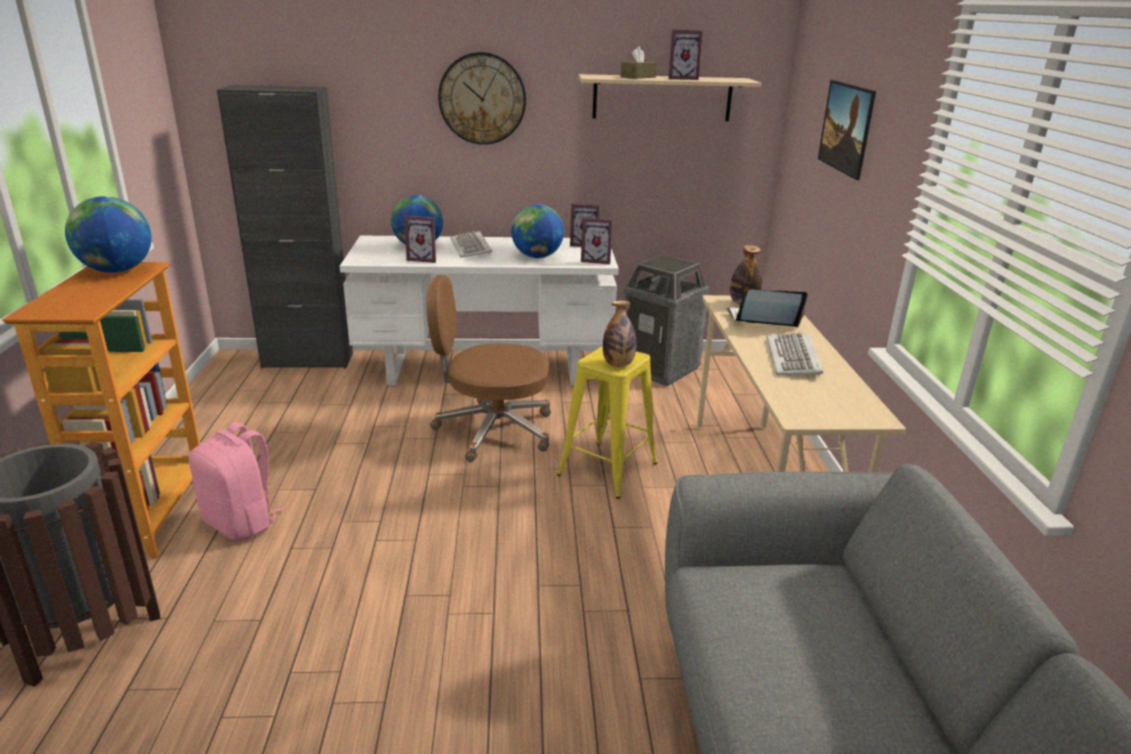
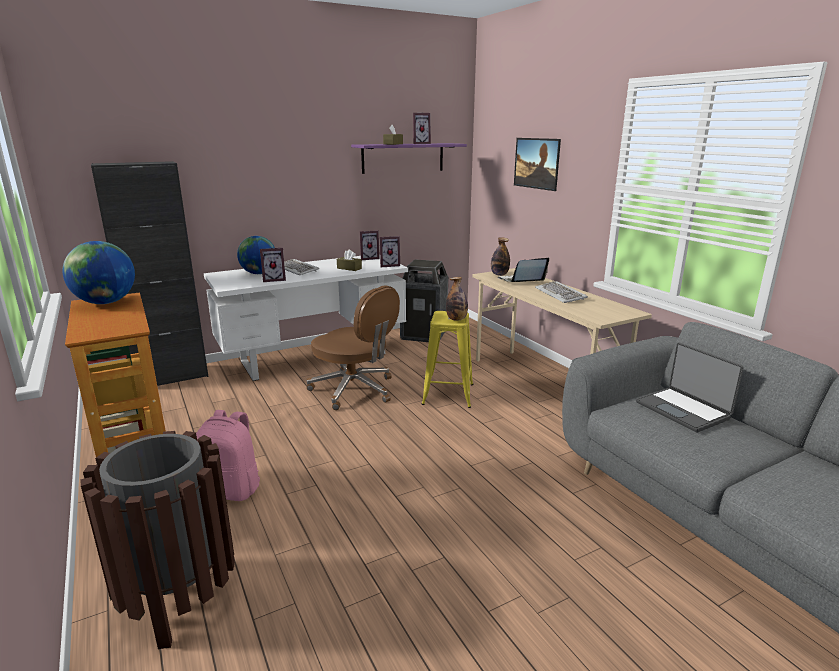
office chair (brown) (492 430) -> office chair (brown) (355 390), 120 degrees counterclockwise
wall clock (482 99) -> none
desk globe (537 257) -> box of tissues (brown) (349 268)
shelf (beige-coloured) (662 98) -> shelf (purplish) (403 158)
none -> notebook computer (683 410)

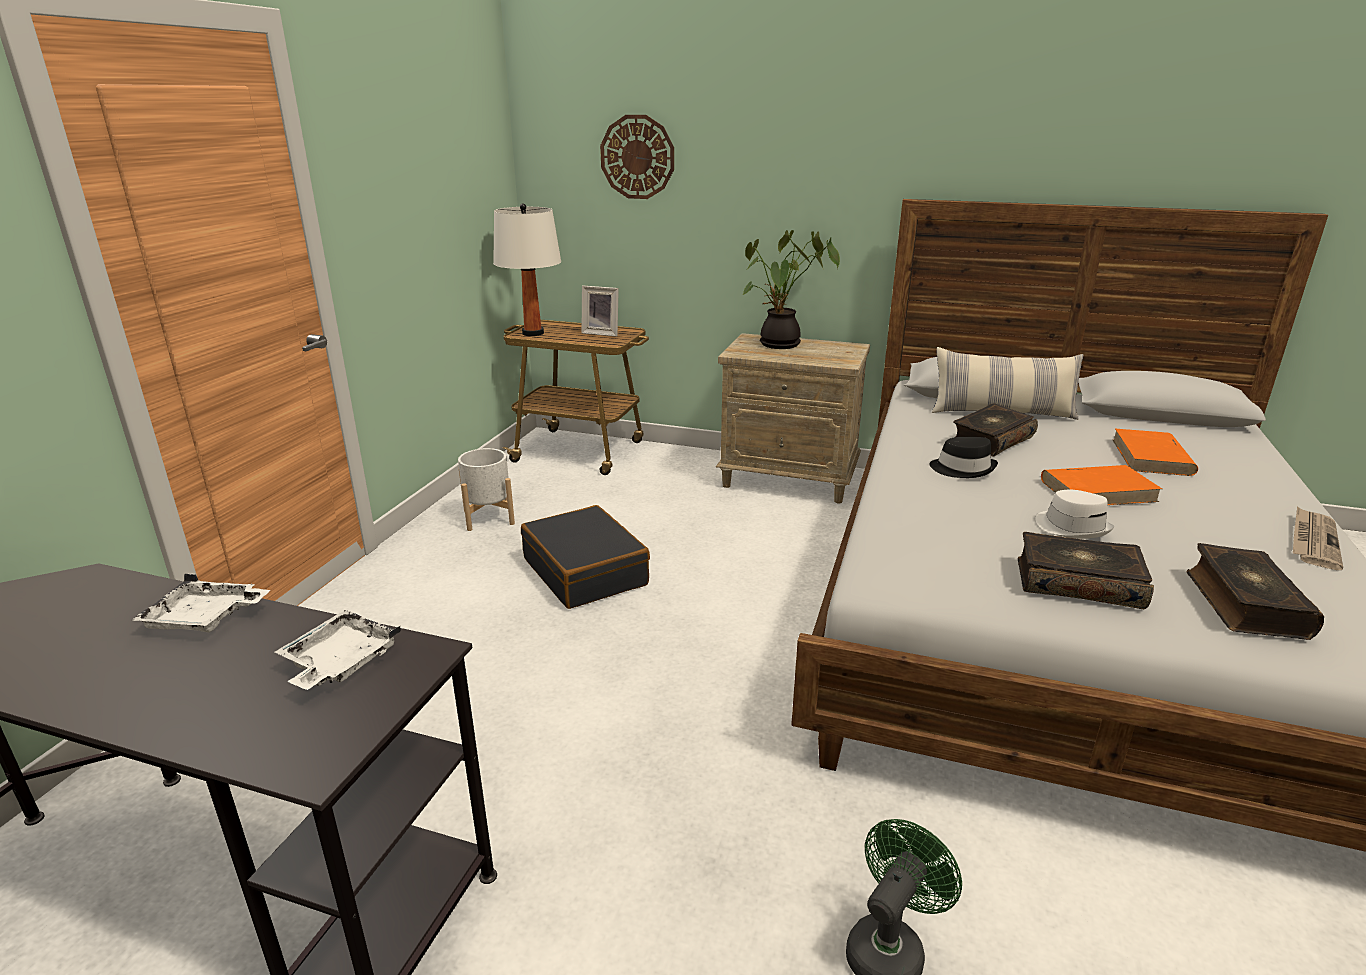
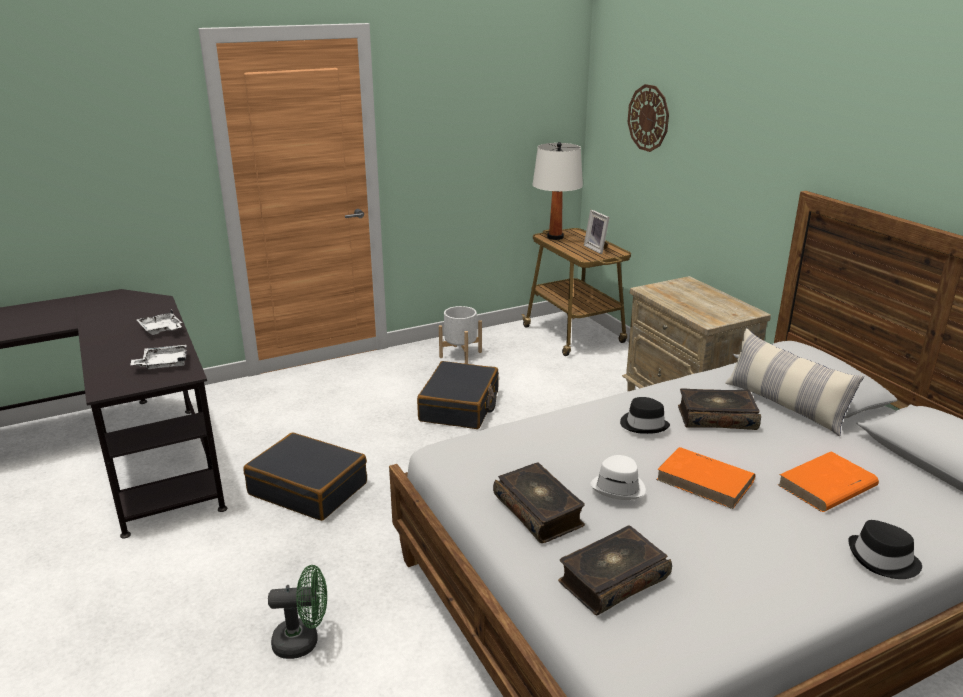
houseplant (780 345) -> none
newspaper (1313 541) -> none
none -> travel case (blackish) (308 488)
none -> hat (blackish) (883 560)

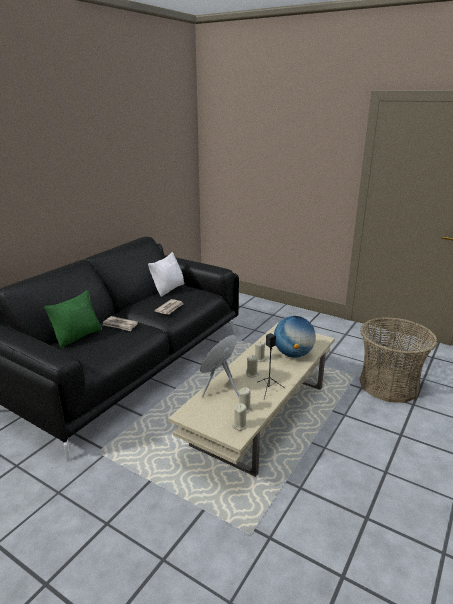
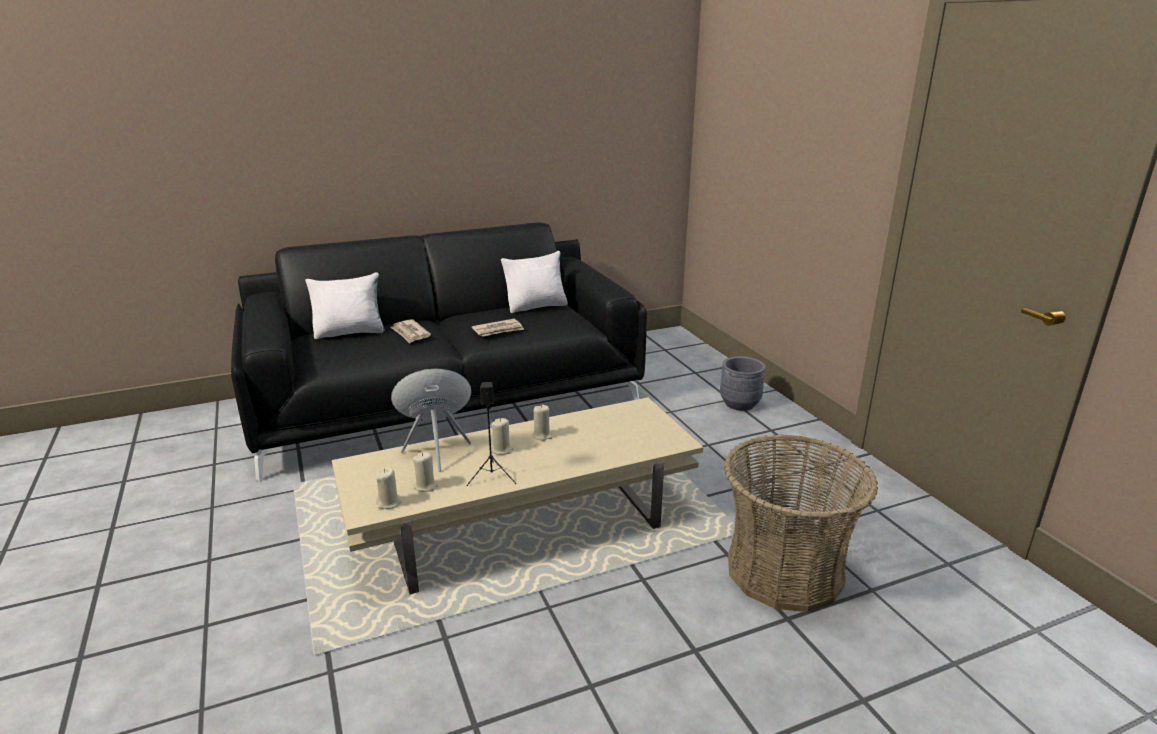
pillow (green) (78 336) -> pillow (white-coloured) (350 332)
desk globe (293 354) -> none
none -> plant pot (greyish) (739 404)

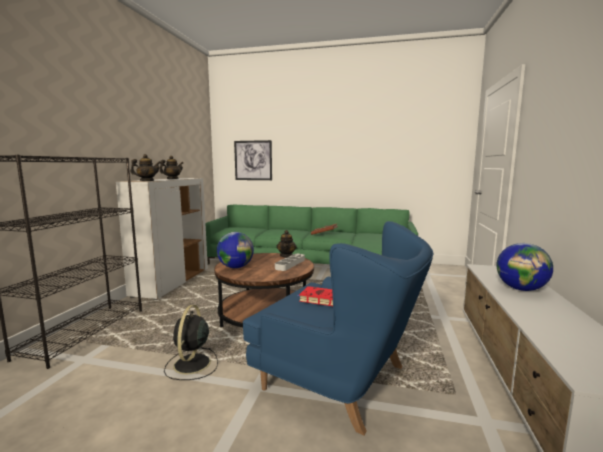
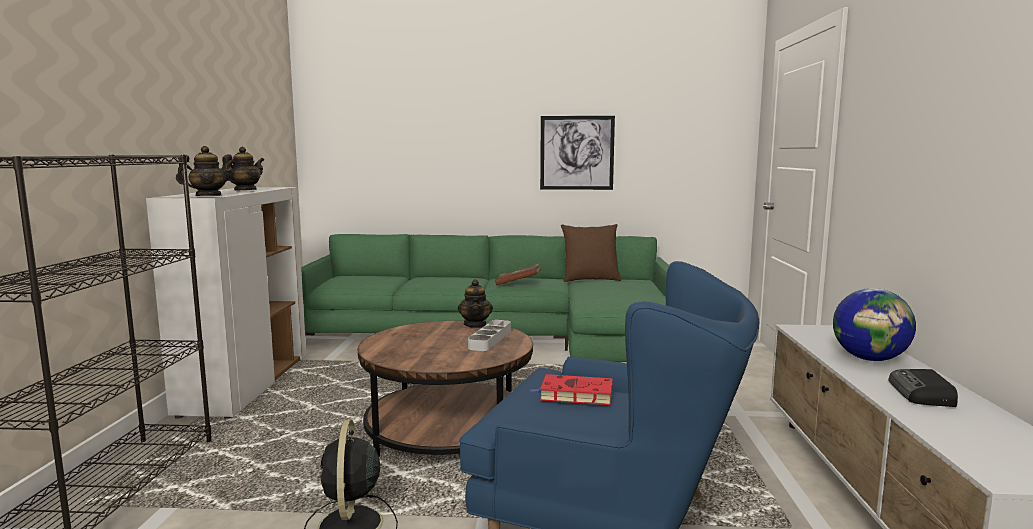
desk globe (236 267) -> none
wall picture (253 160) -> wall picture (577 153), moved
none -> pillow (brown) (590 279)
none -> radio (922 394)

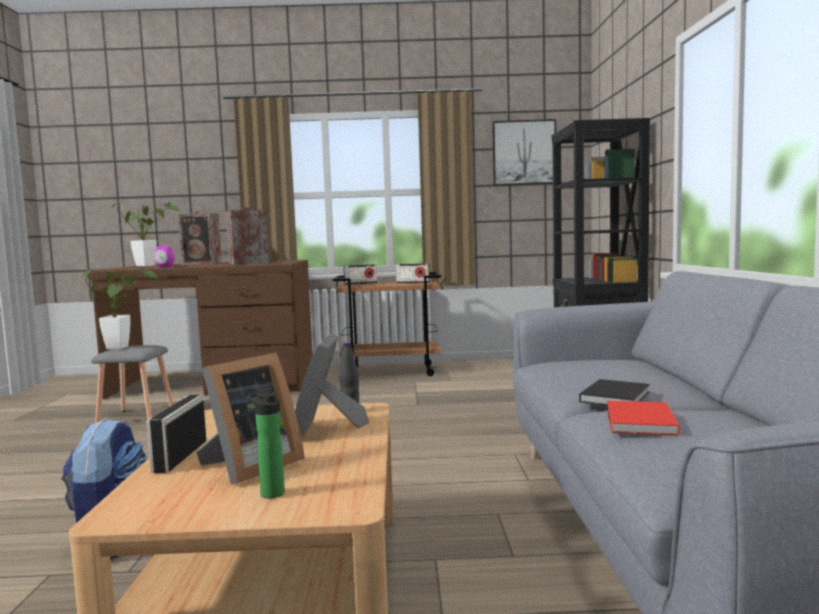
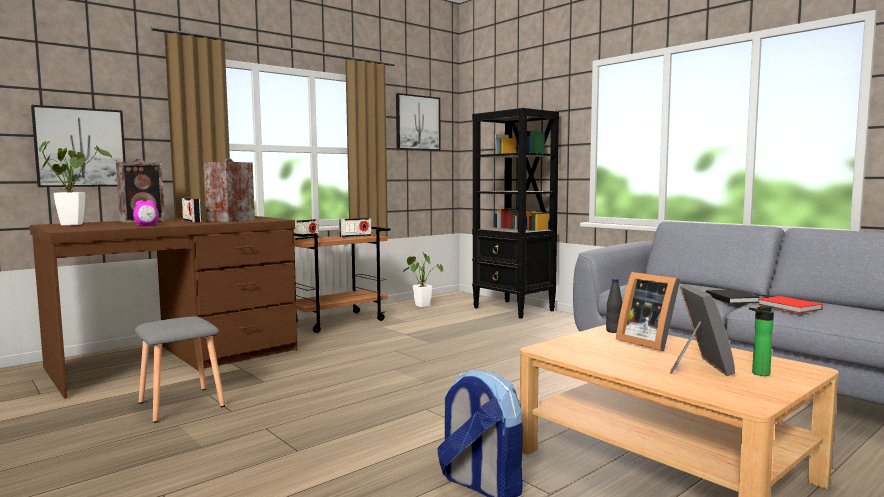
houseplant (120 347) -> houseplant (420 305), moved
radio (180 456) -> radio (191 221), moved
none -> wall picture (80 147)

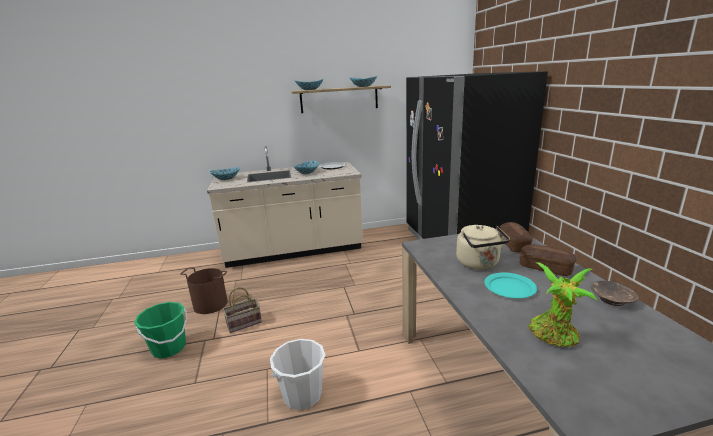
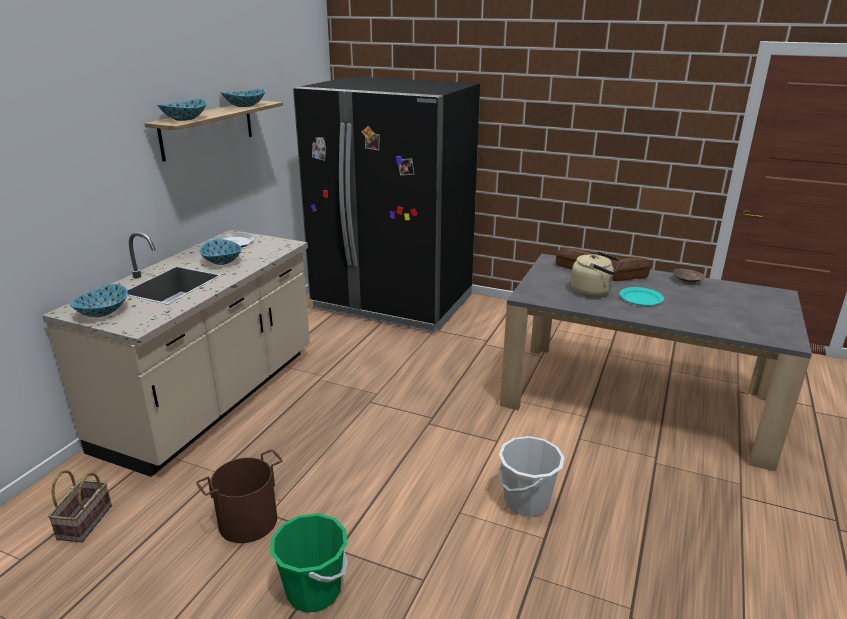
basket (243 324) -> basket (85 523), moved
houseplant (554 336) -> none

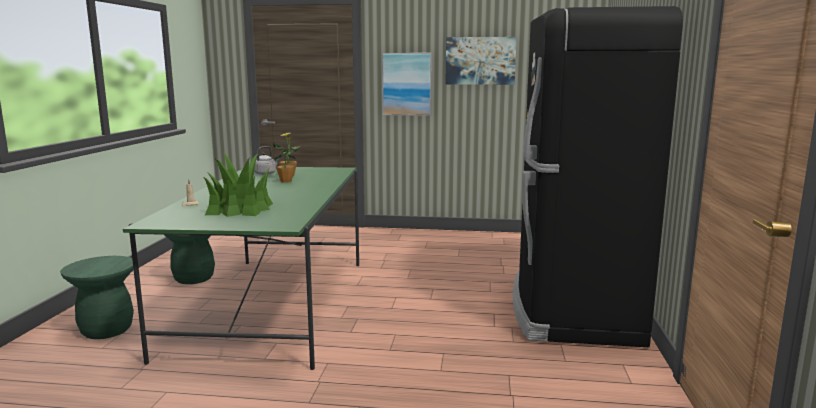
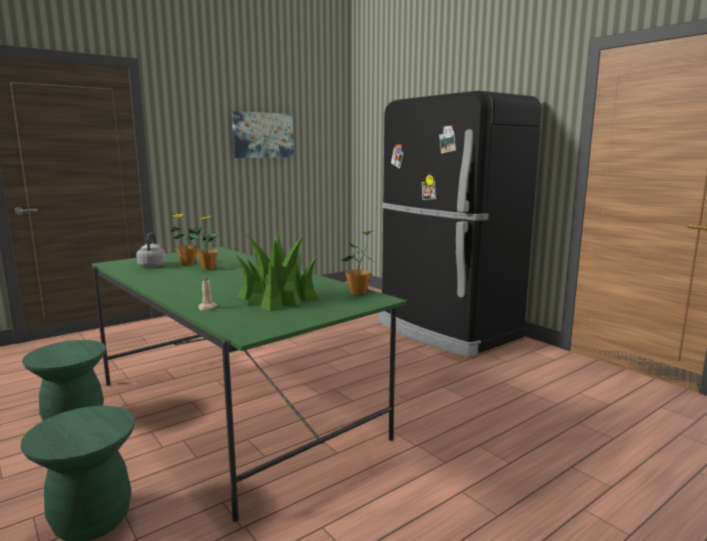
wall picture (406 84) -> none
none -> houseplant (358 292)

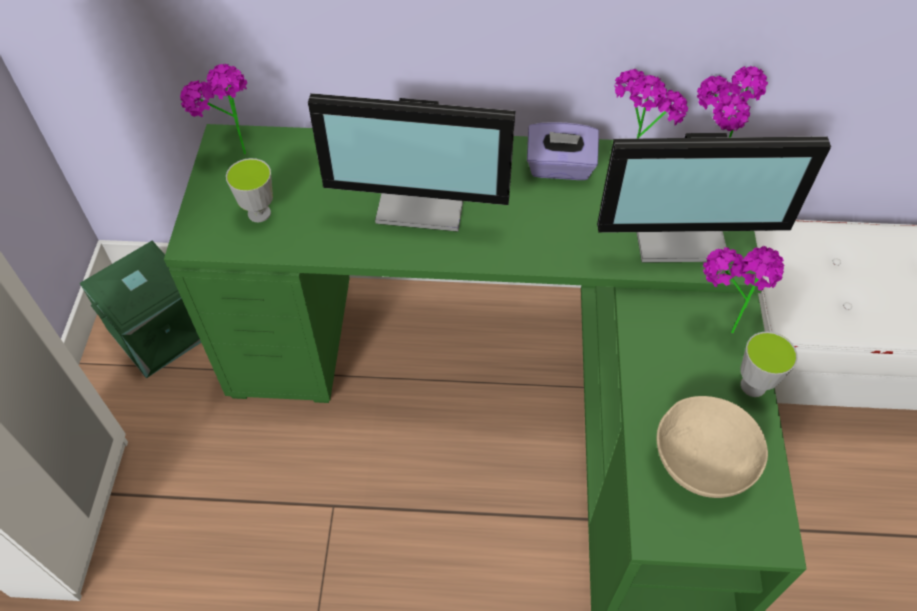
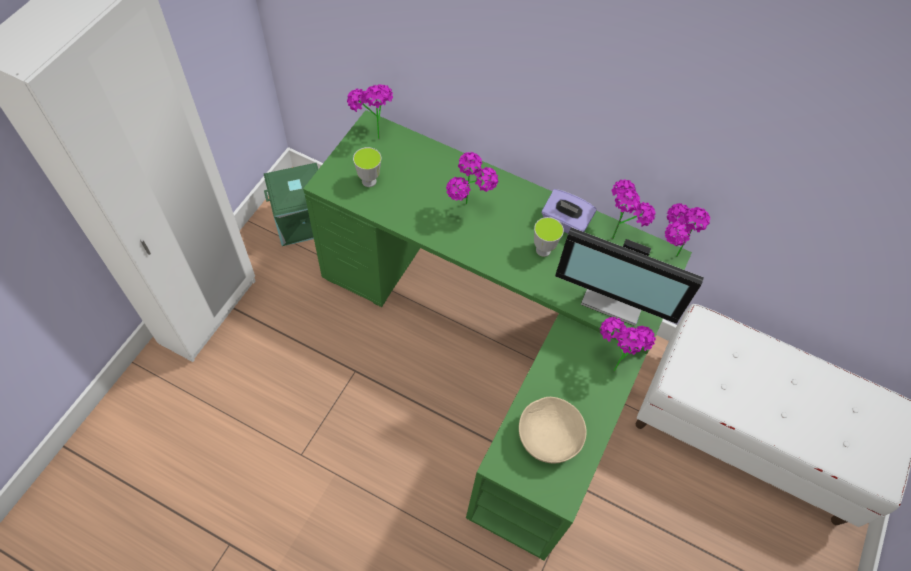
computer screen (423 200) -> houseplant (469 211)
cup (753 386) -> cup (543 250), moved

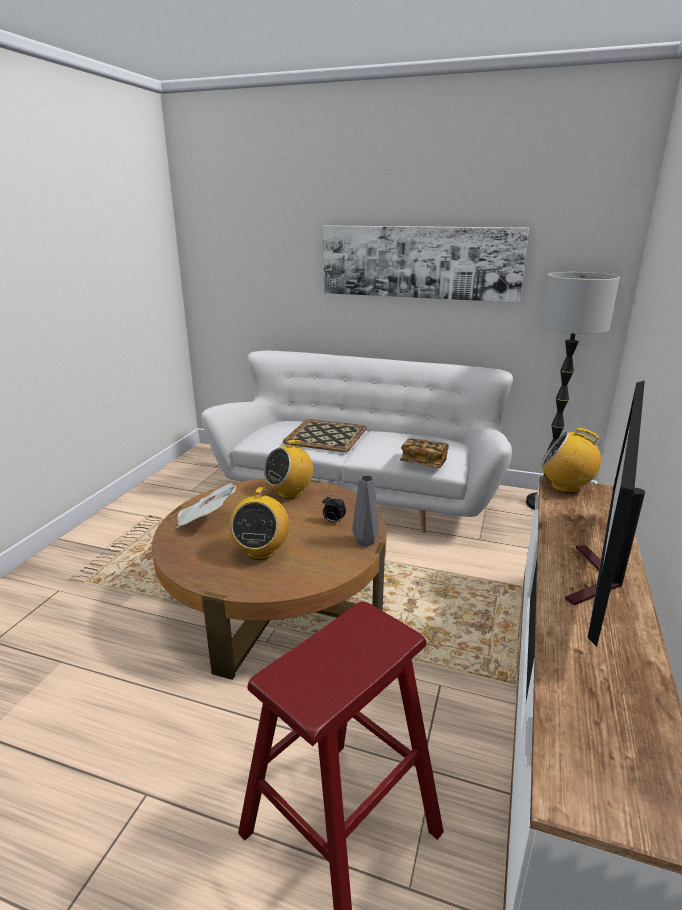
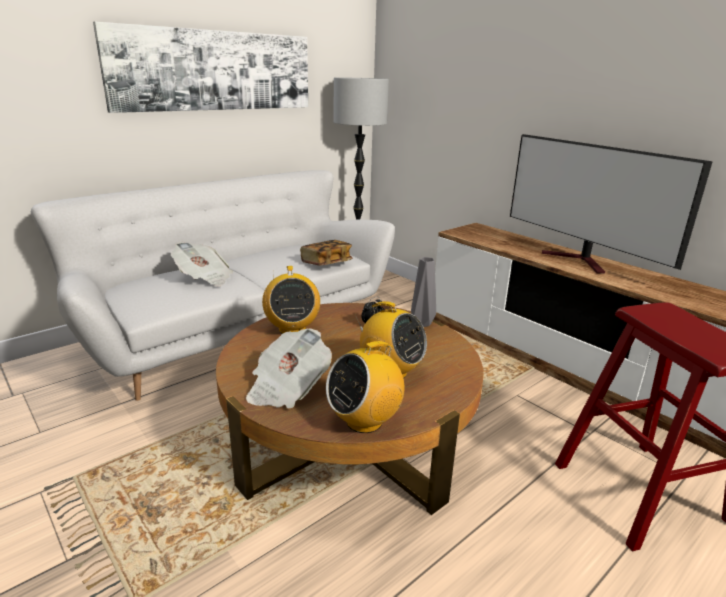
tray (326 436) -> newspaper (204 278)
radio (566 487) -> radio (364 421), moved

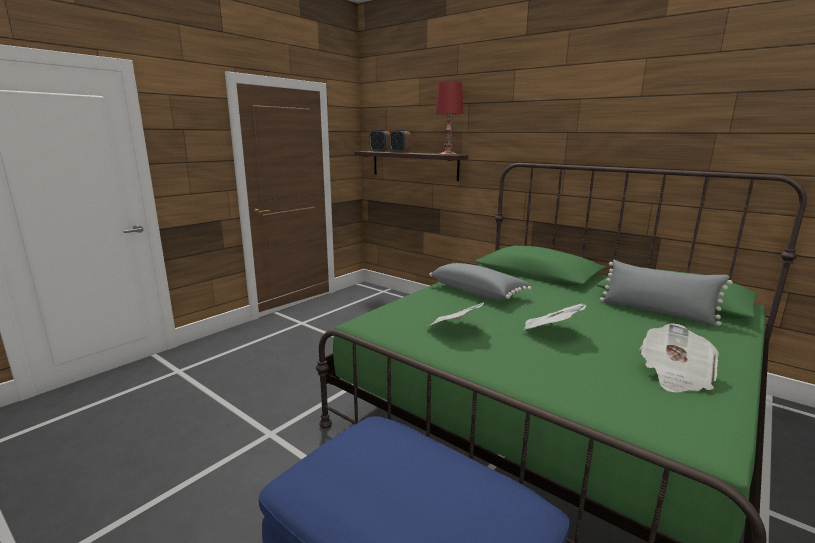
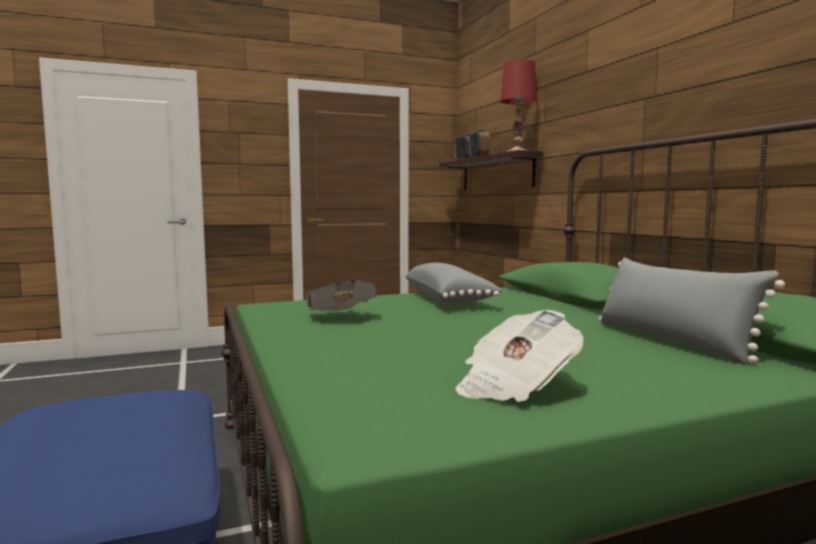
newspaper (550 331) -> none

